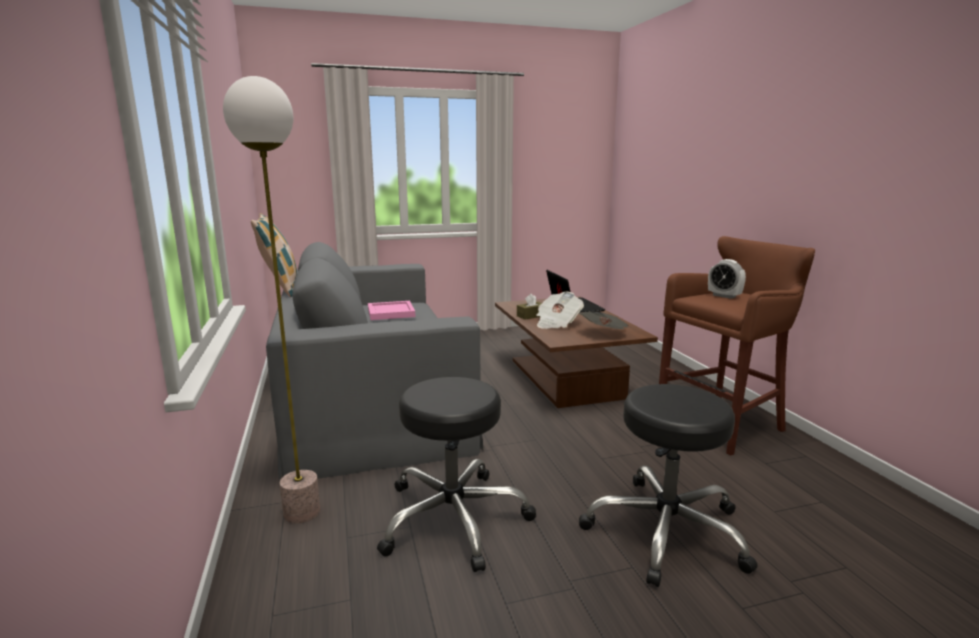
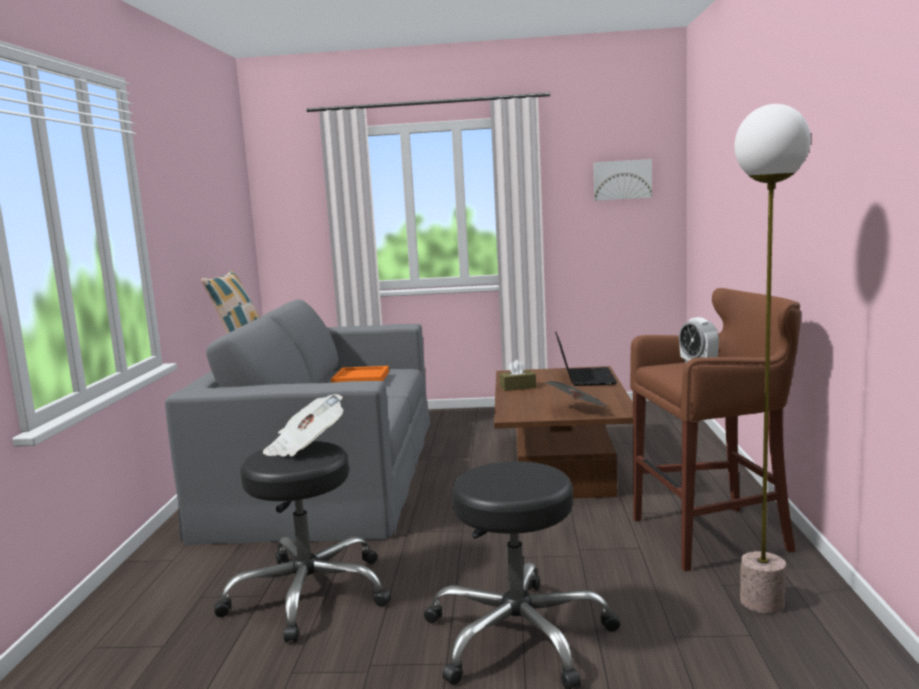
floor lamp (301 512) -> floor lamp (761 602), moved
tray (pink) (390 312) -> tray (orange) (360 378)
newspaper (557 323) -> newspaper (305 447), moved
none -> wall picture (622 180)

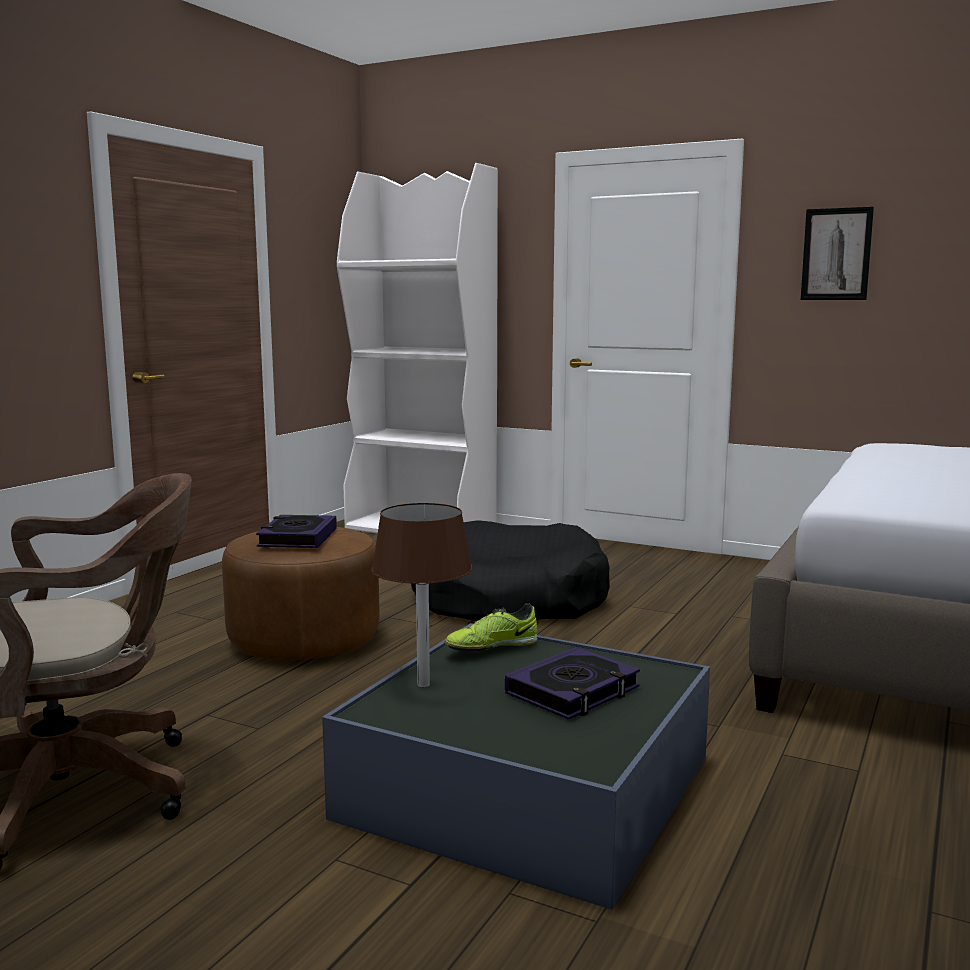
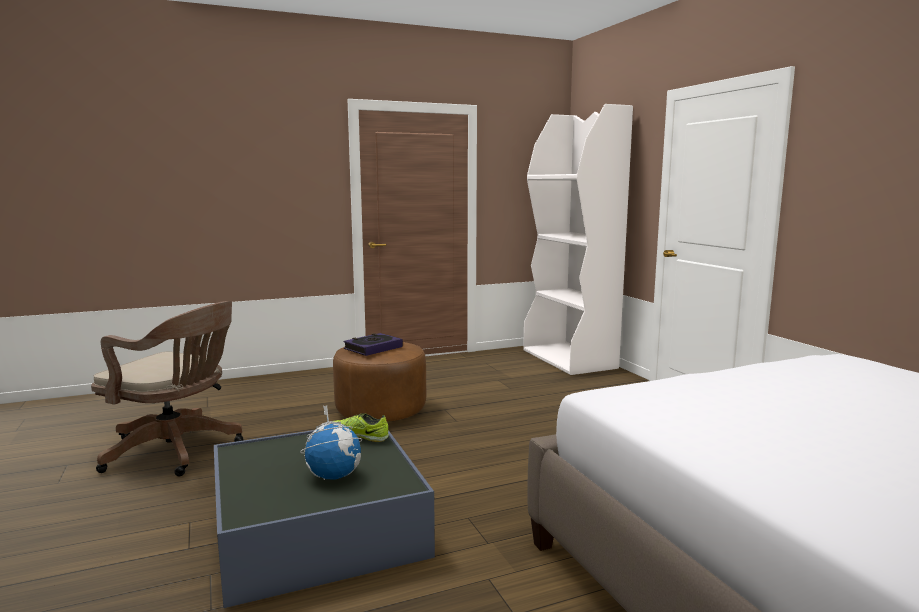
lamp for a table (brown) (424 684) -> none
pet bed (blackish) (507 599) -> none
book (573 691) -> desk globe (334 476)
wall picture (836 254) -> none

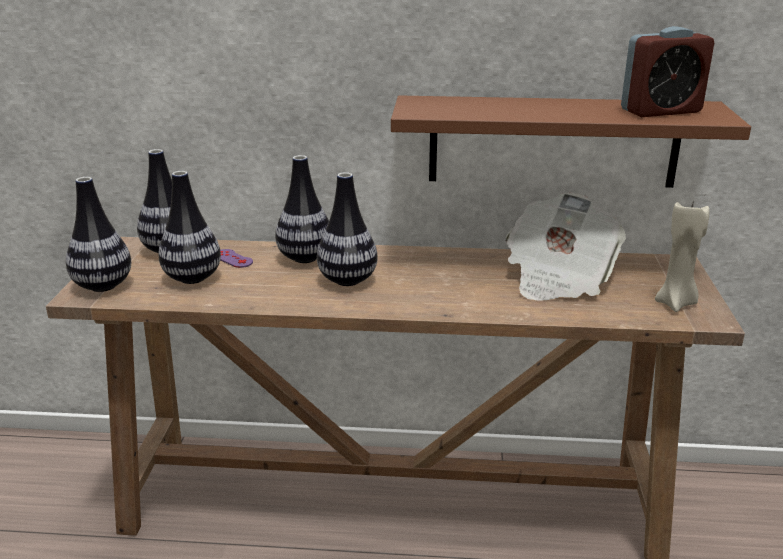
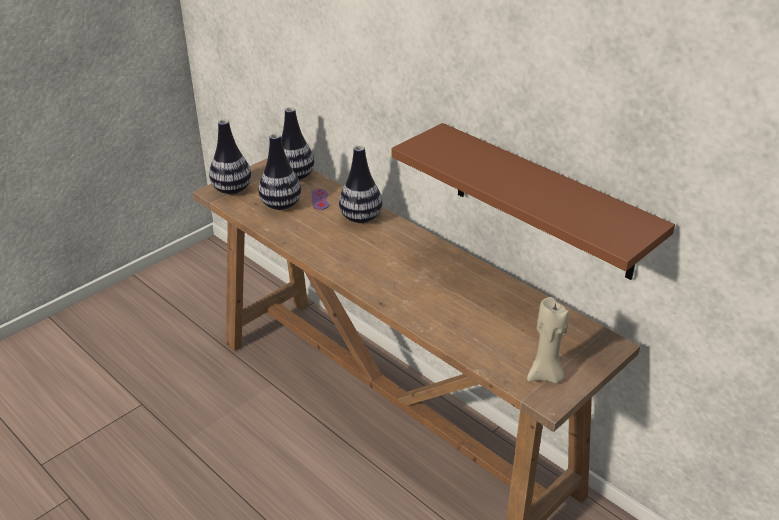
decorative vase (348 280) -> none
newspaper (558 277) -> none
table clock (660 111) -> none

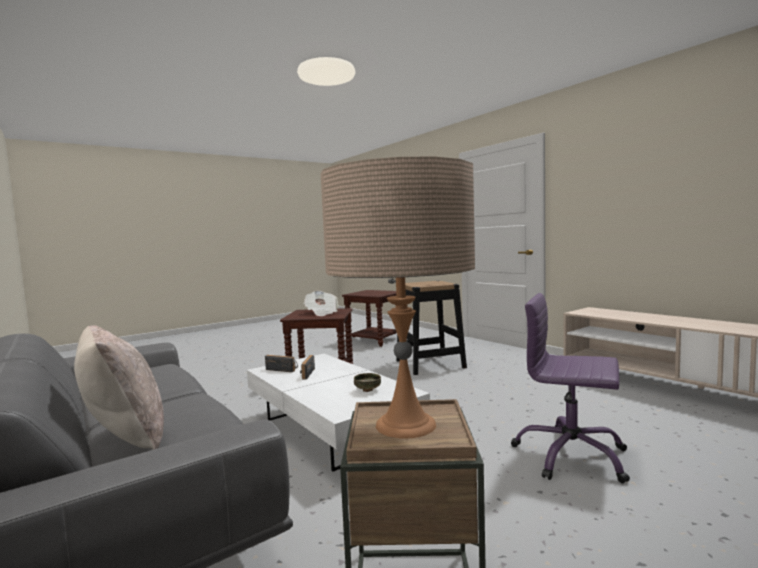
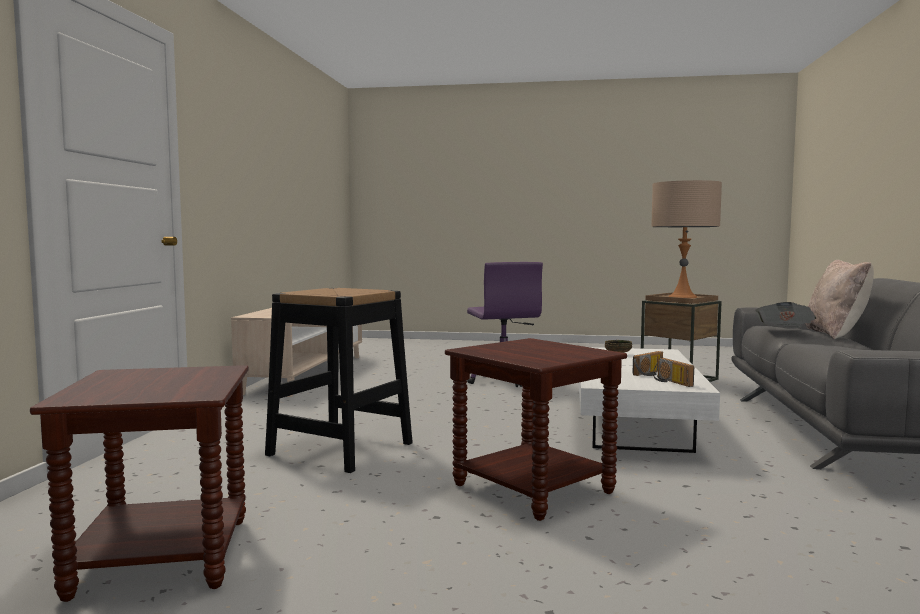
newspaper (321 313) -> newspaper (785 331), moved

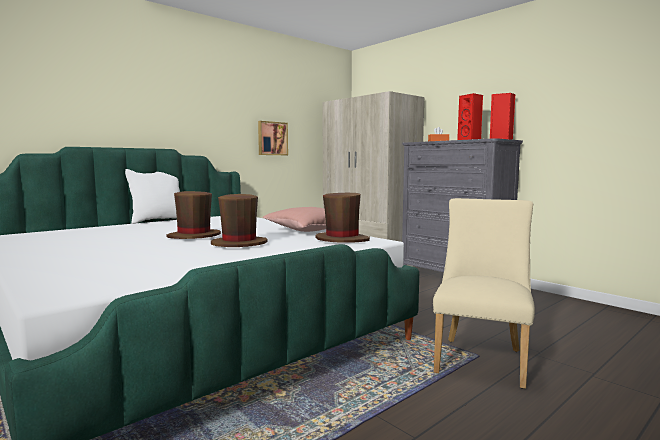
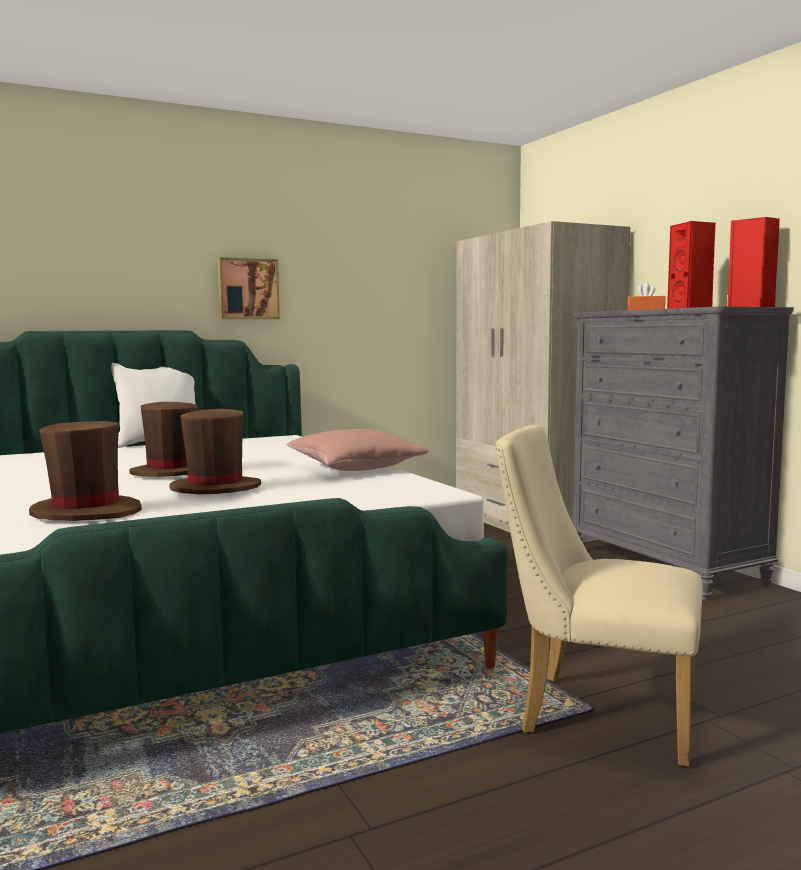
wall picture (272 138) -> wall picture (248 289), moved
hat (brown) (342 240) -> hat (brown) (86 512), moved
upright chair (beige-coloured) (481 358) -> upright chair (beige-coloured) (594 714), 105 degrees counterclockwise

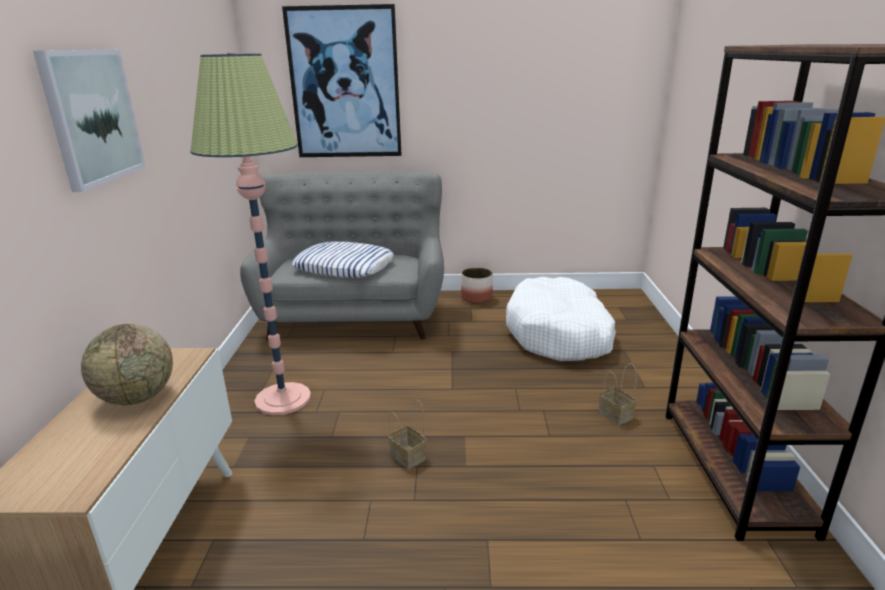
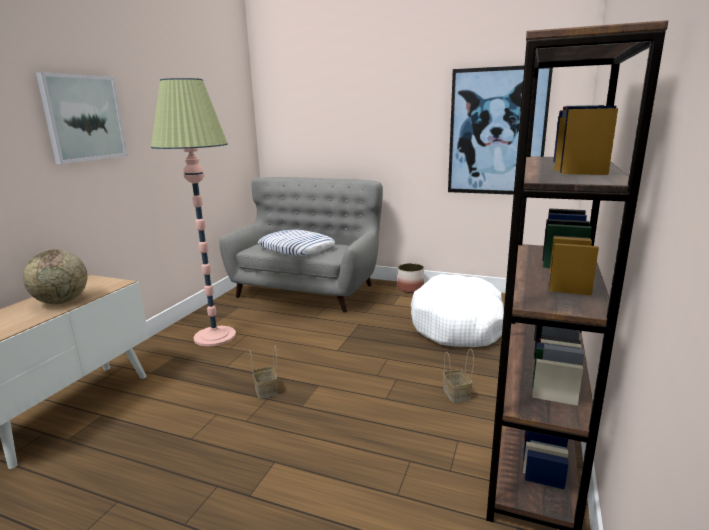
wall picture (345 84) -> wall picture (496 132), moved

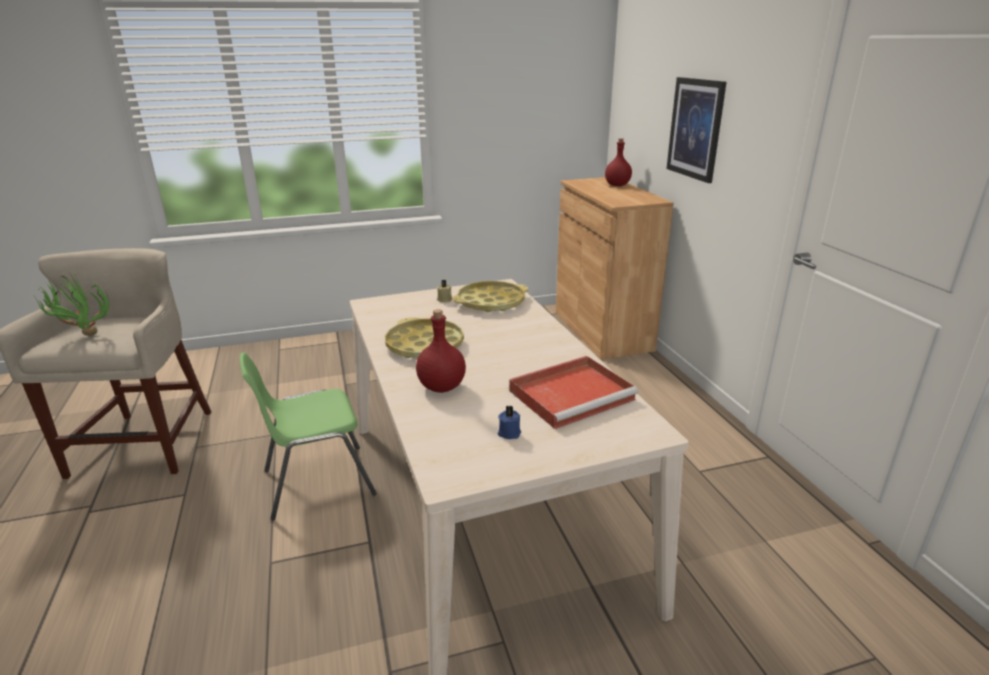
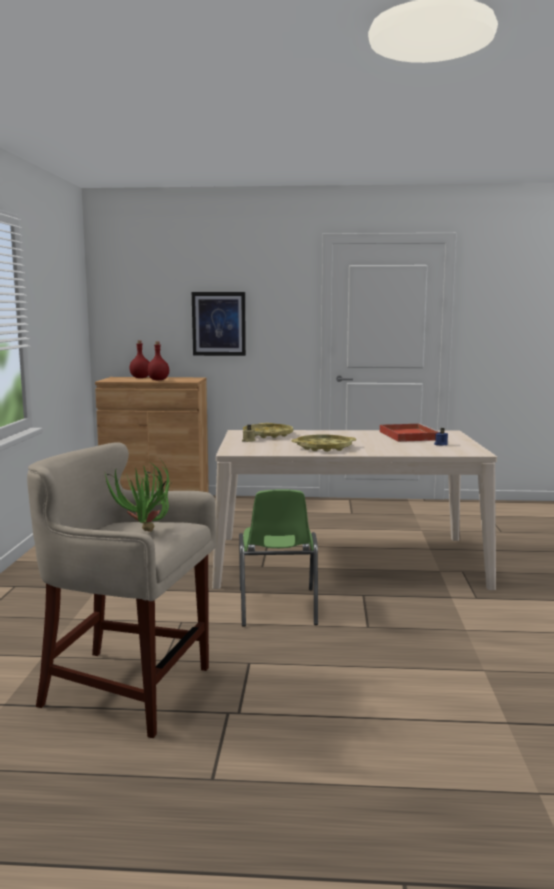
drink bottle (red) (441 387) -> drink bottle (red) (158 380), moved

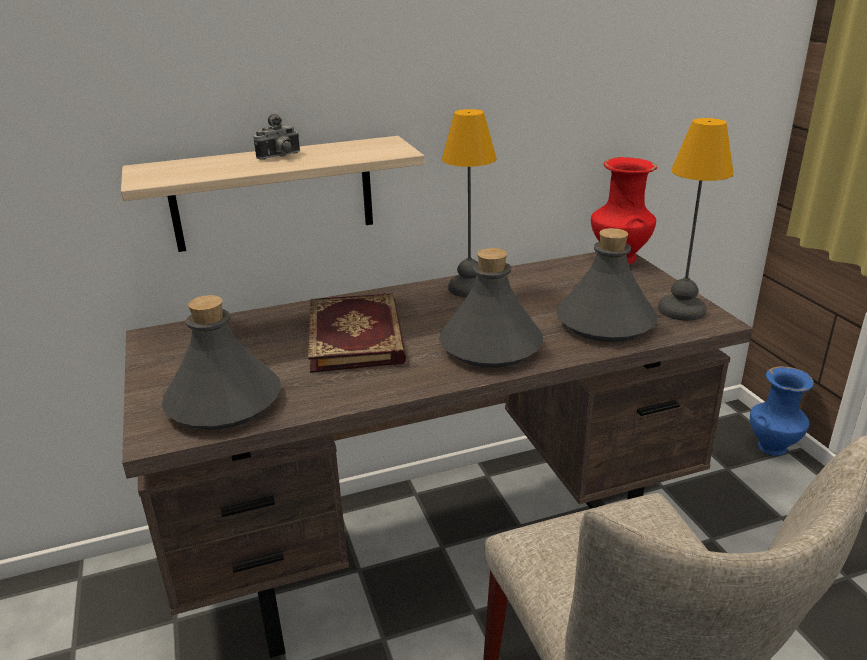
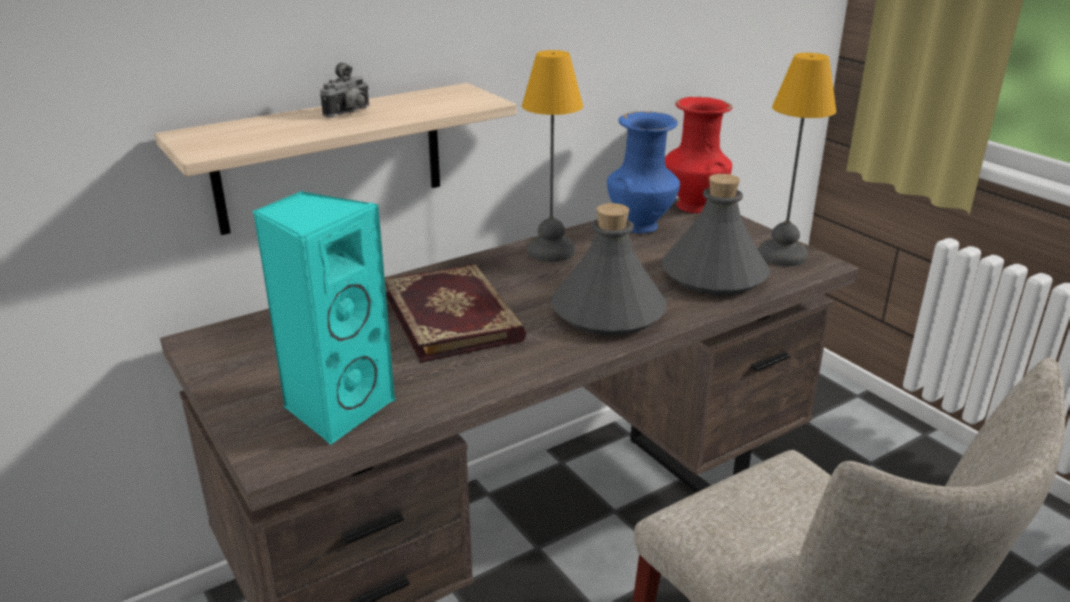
drink bottle (greyish) (224 402) -> loudspeaker (turquoise-coloured) (336 408)
decorative vase (blue) (772 447) -> decorative vase (blue) (641 226), moved

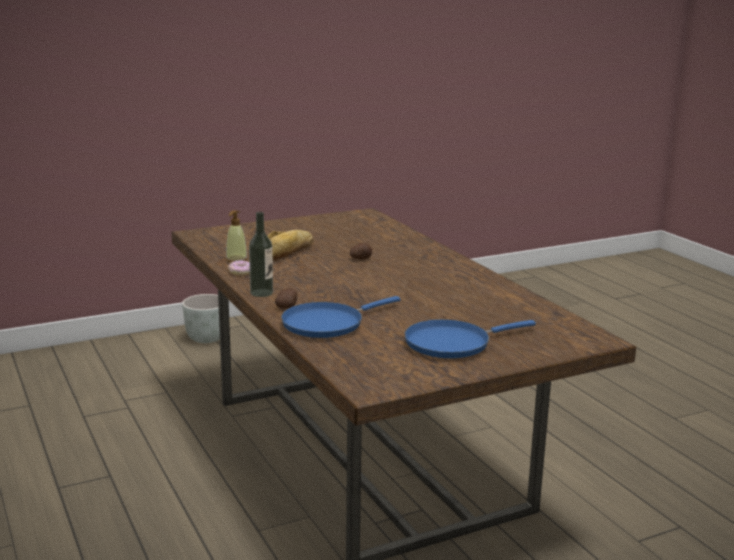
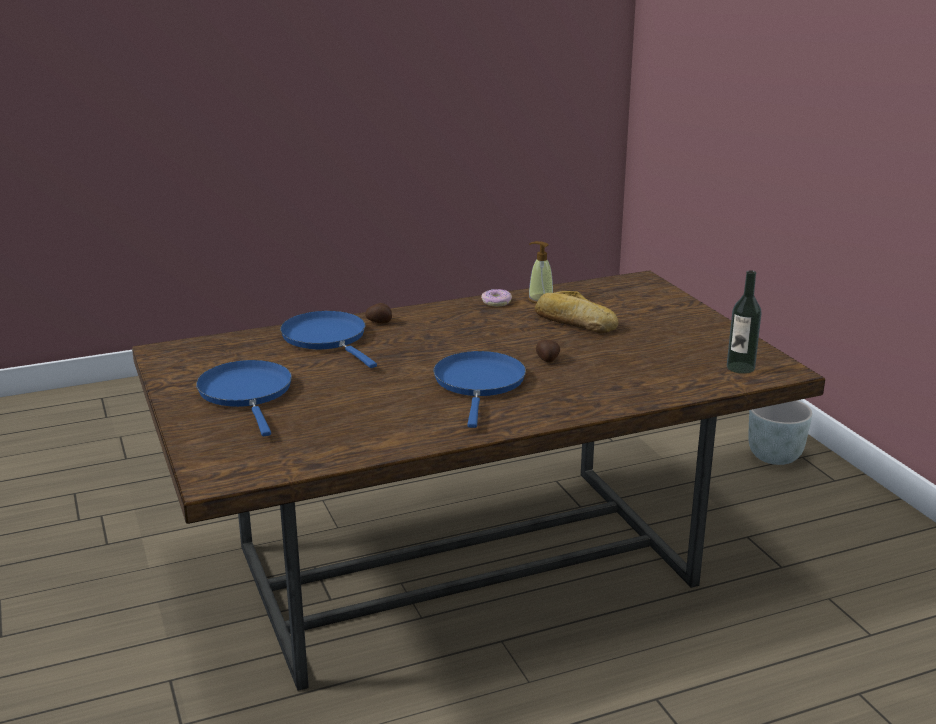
drink bottle (261 293) -> drink bottle (740 367), moved
none -> frying pan (blue) (479 383)

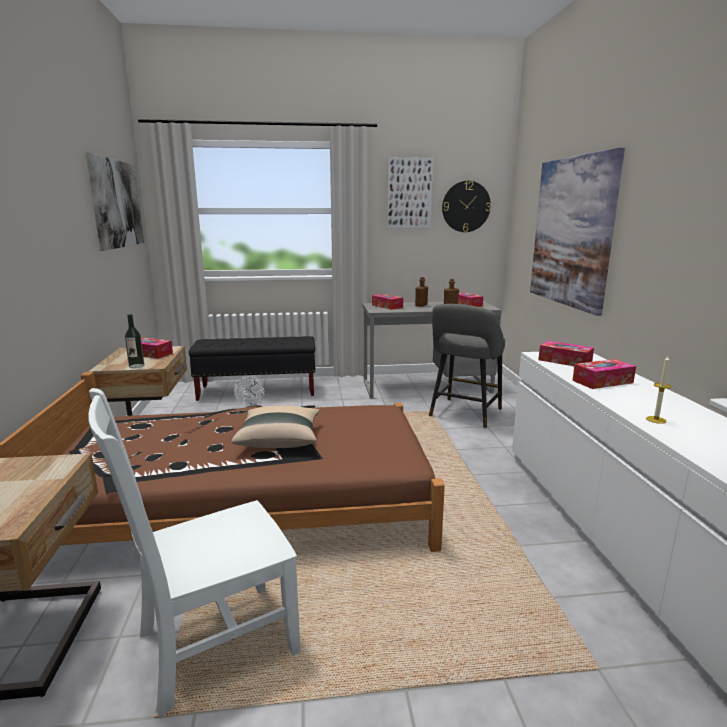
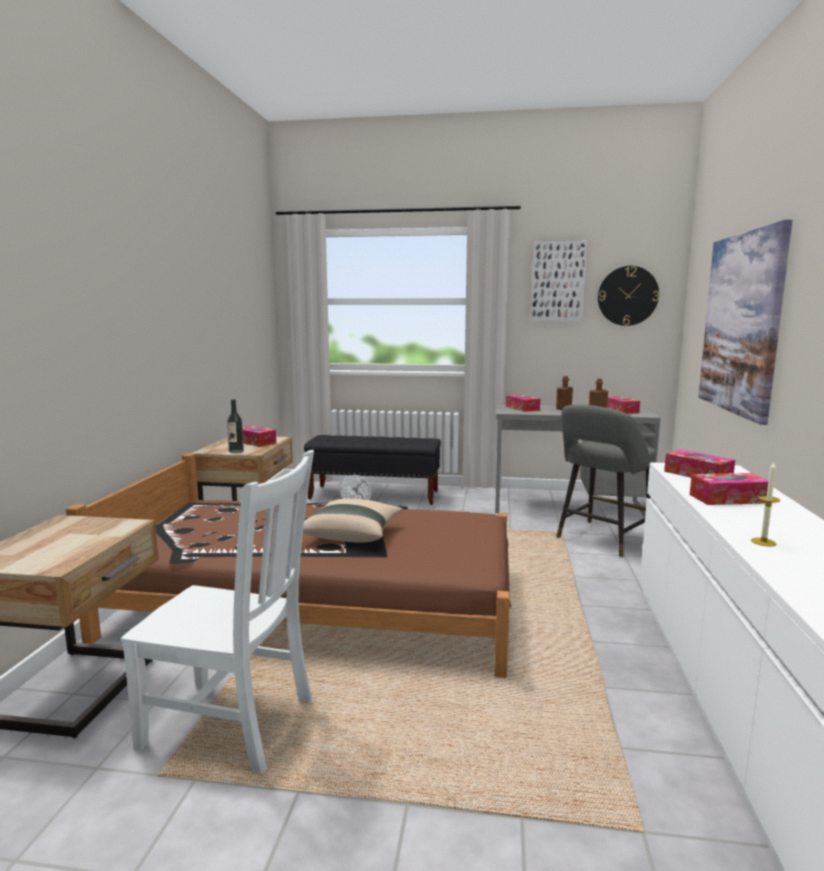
wall picture (117 203) -> none
upright chair (white-coloured) (212 644) -> upright chair (white-coloured) (233 724), 150 degrees counterclockwise

